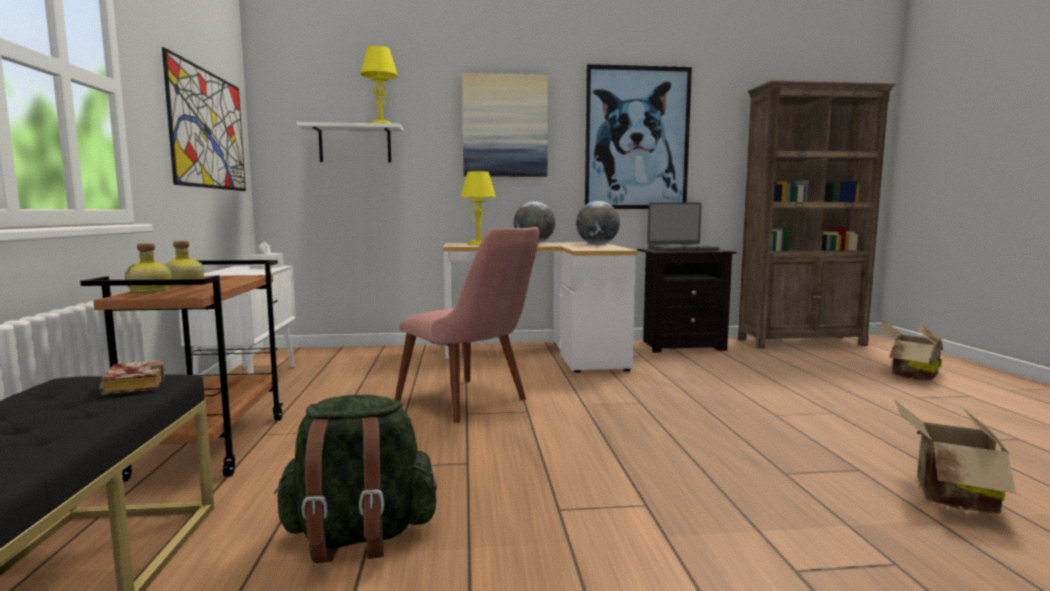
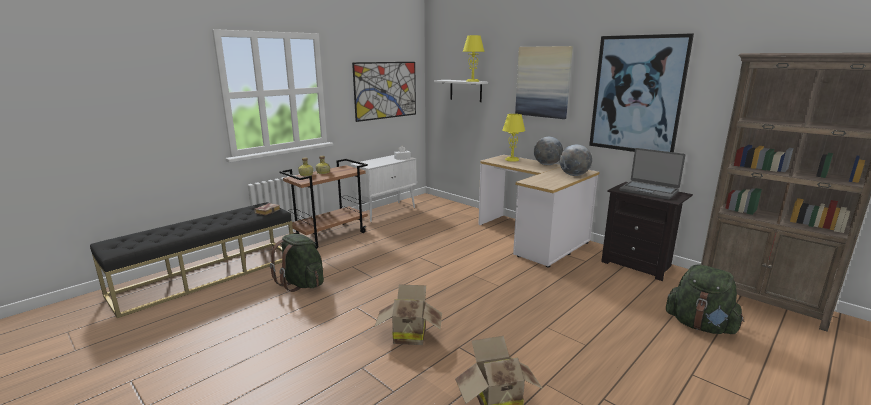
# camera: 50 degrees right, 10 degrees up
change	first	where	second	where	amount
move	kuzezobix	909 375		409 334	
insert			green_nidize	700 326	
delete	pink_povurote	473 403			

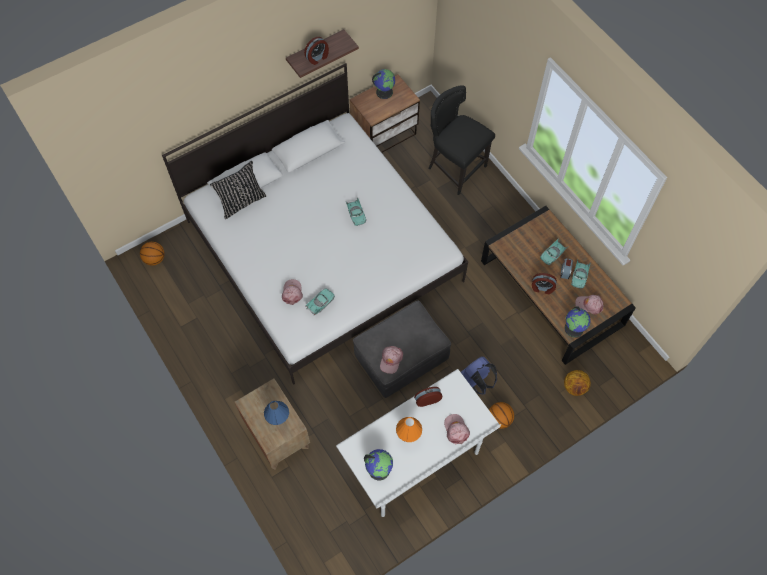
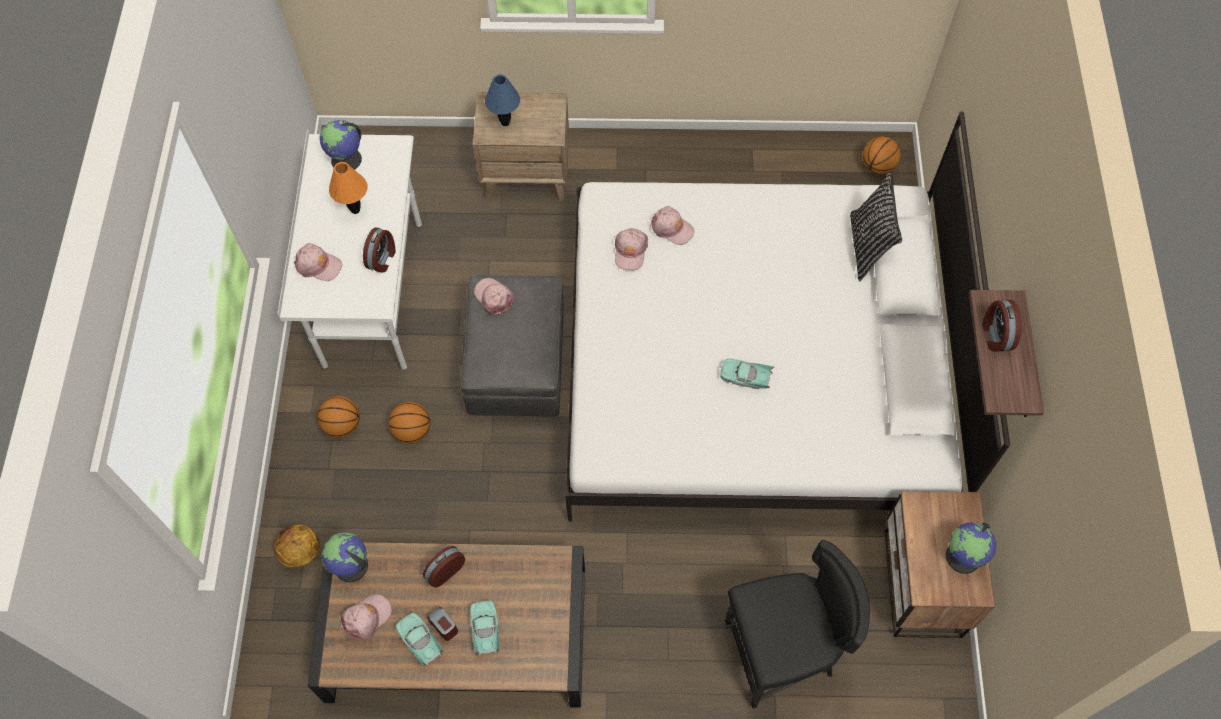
# camera: 125 degrees right, 0 degrees up
change	first	where	second	where	amount
replace	blue_nidize	475 383	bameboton	412 430	
replace	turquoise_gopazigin	320 303	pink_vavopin	630 251	

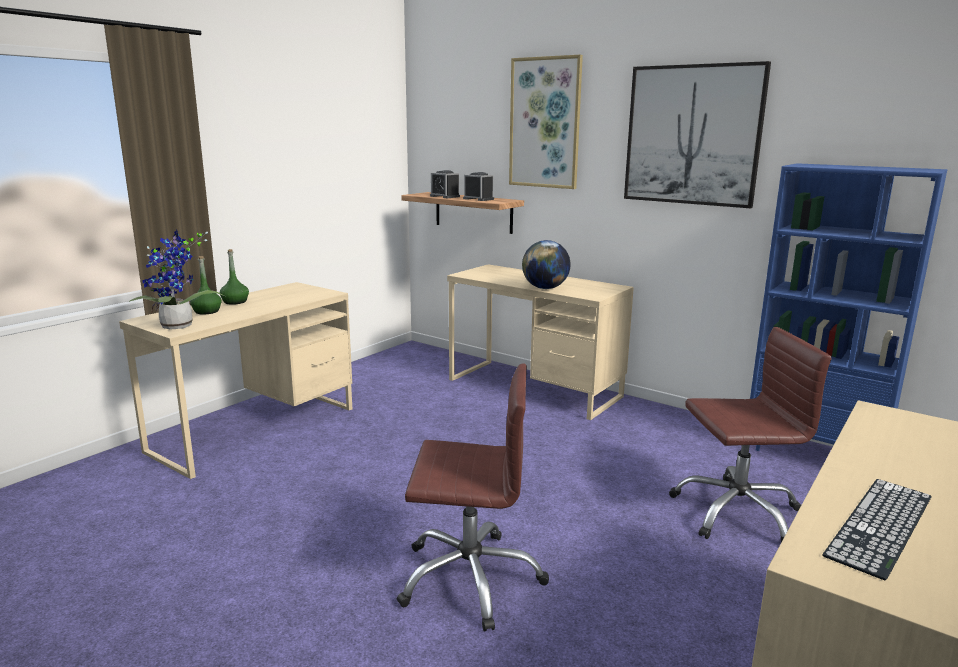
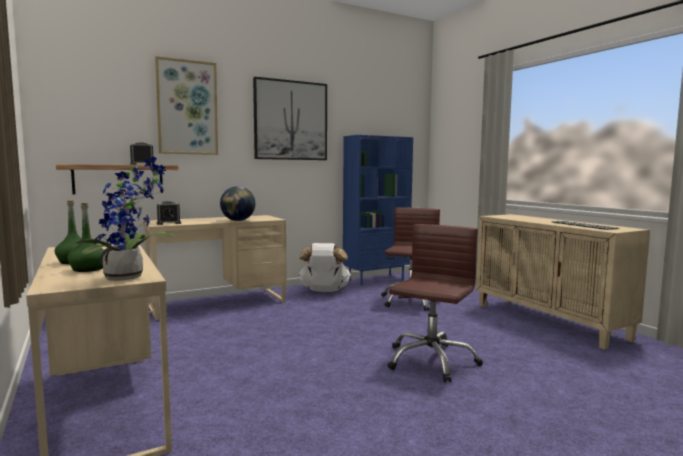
# camera: 65 degrees left, 10 degrees down
change	first	where	second	where	amount
move	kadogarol	445 196		168 223	
insert			white_nidize	324 291	

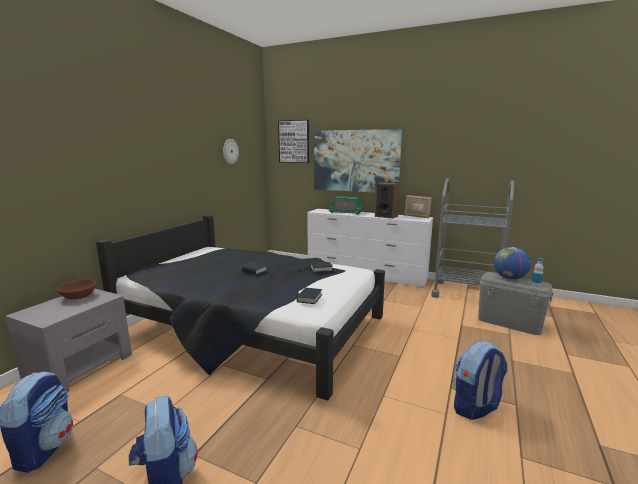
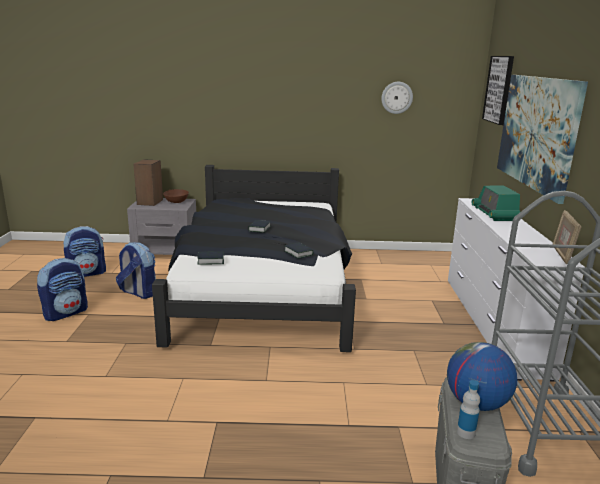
# camera: 65 degrees right, 5 degrees up
change	first	where	second	where	amount
move	nidize	475 407		138 293	
move	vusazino	386 216		150 202	

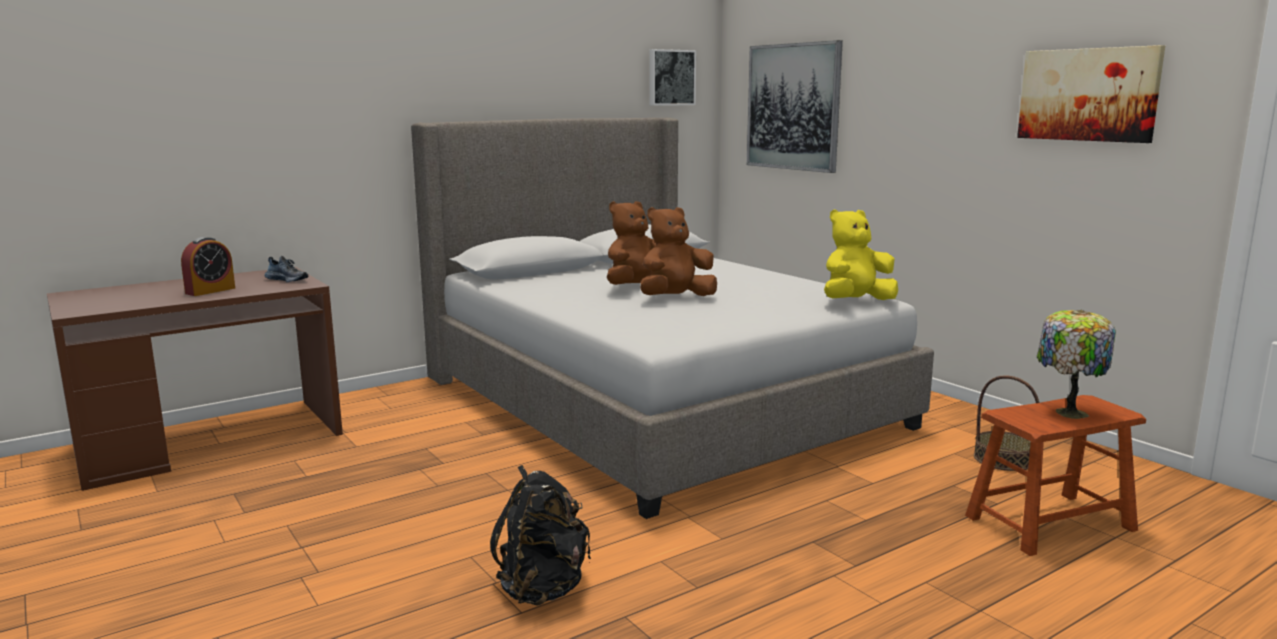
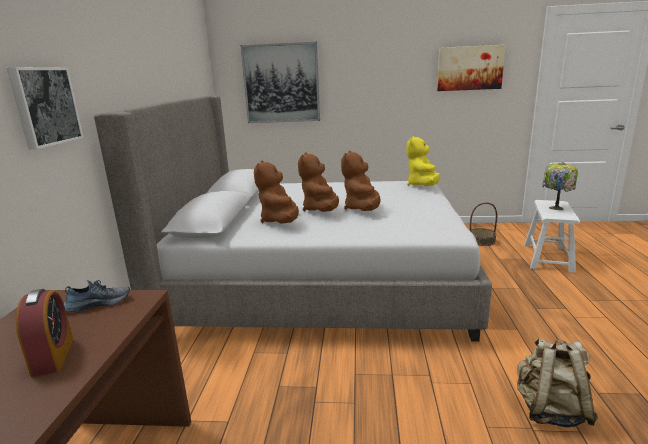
# camera: 50 degrees left, 5 degrees up
change	first	where	second	where	amount
move	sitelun	671 77		45 106	
insert			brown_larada	280 221	
recolor	black_nidize	543 588	beige_nidize	550 410	
recolor	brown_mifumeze	1049 523	white_mifumeze	547 257	

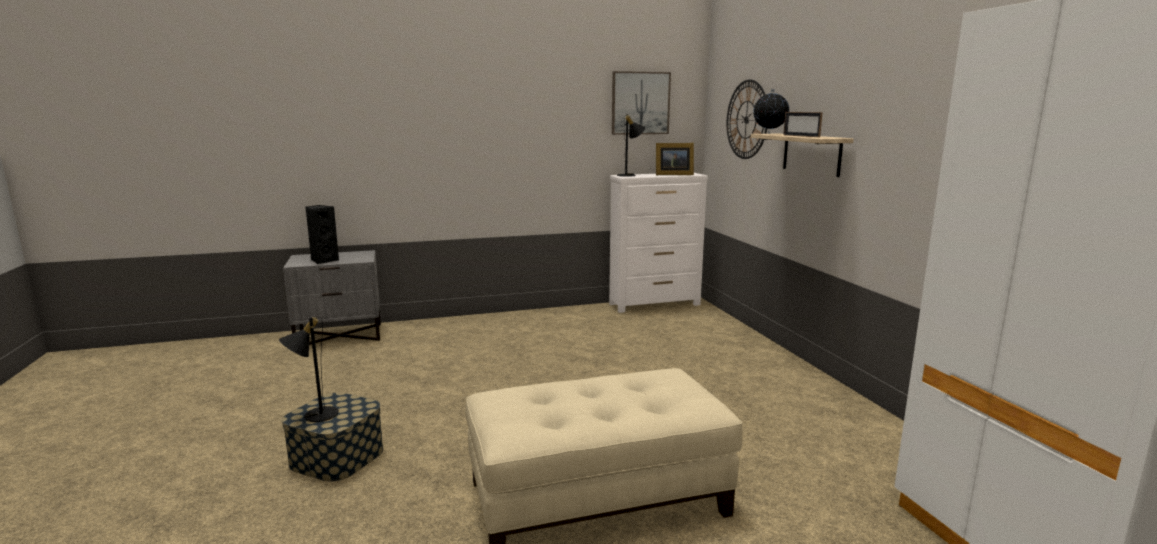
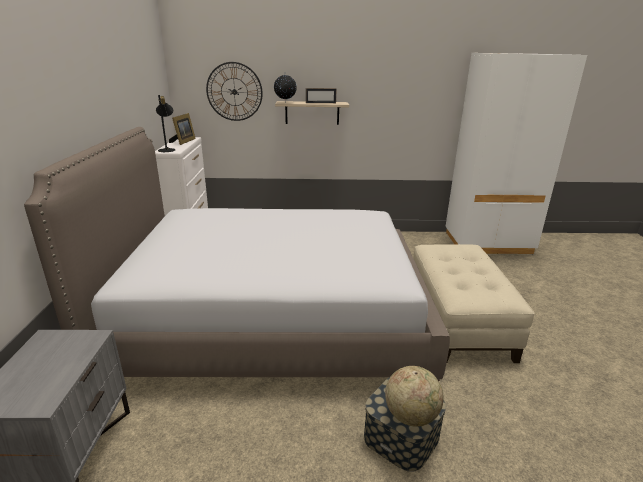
# camera: 75 degrees left, 10 degrees up
change	first	where	second	where	amount
insert			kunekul	271 319	
replace	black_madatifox	314 415	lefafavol	411 415	
delete	black_vusazino	323 260			
delete	sitelun	640 103			

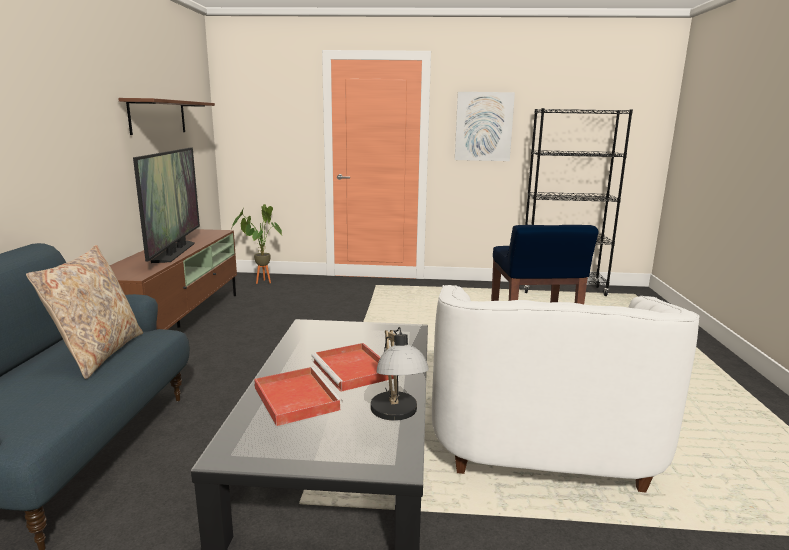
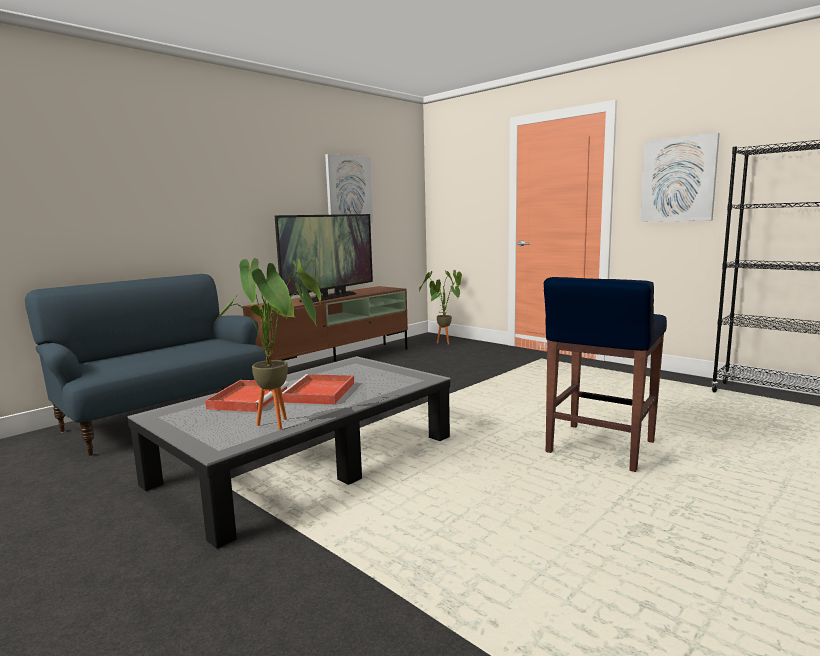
# camera: 40 degrees right, 5 degrees down
change	first	where	second	where	amount
replace	madatifox	397 415	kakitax	282 425	
replace	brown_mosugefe	158 117	sitelun	348 190	
delete	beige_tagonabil	98 353			
delete	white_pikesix	539 436			

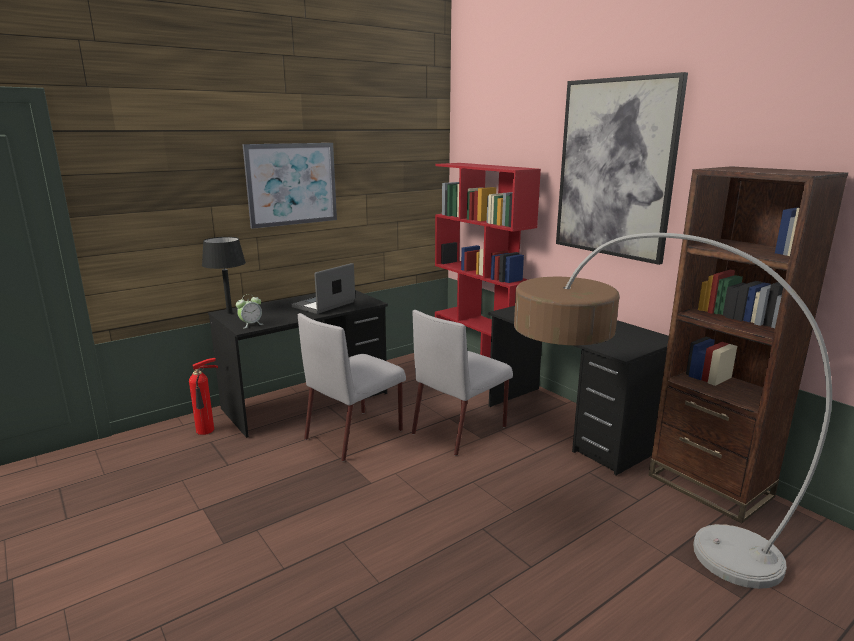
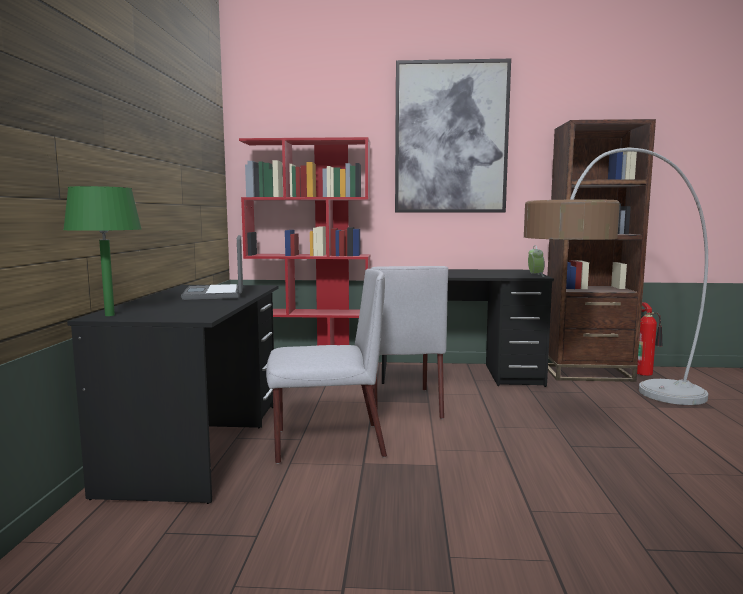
# camera: 50 degrees left, 10 degrees down
change	first	where	second	where	amount
recolor	black_madatifox	229 312	green_madatifox	110 315	
rotate	grey_povurote	355 434		326 443	90 degrees counterclockwise
move	kadogarol	251 324		535 275	
move	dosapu	207 431		645 373	
delete	sitelun	292 184			

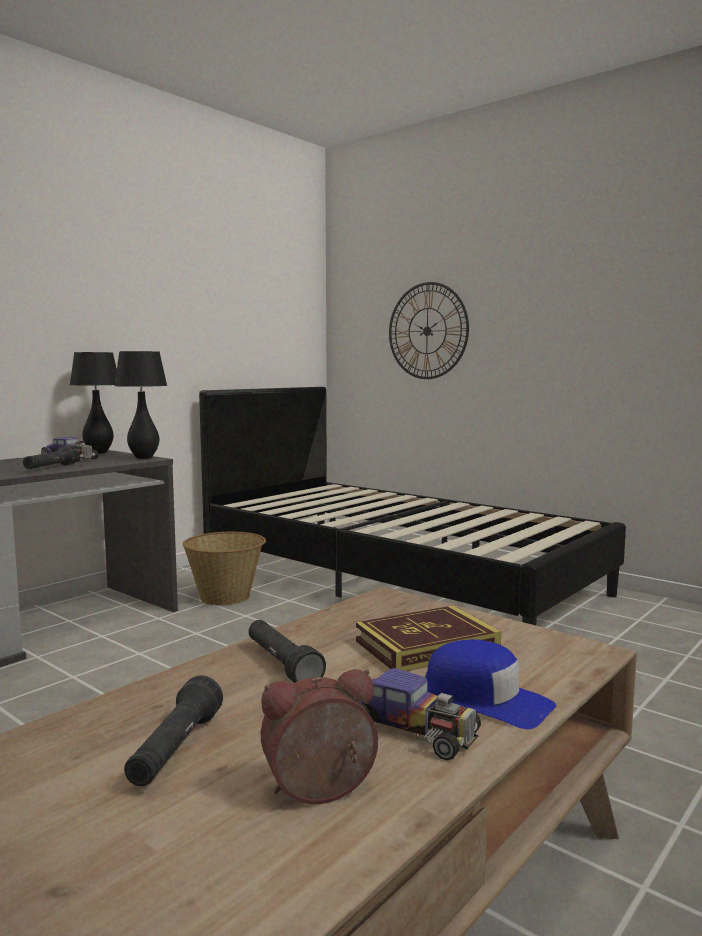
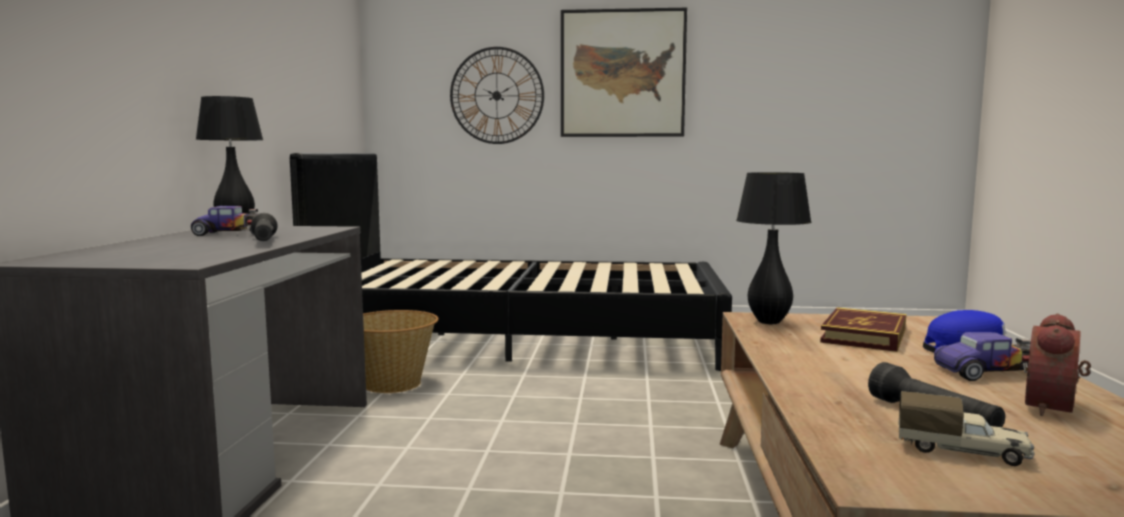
# camera: 35 degrees left, 0 degrees up
change	first	where	second	where	amount
insert			sitelun	622 74	
move	black_madatifox	144 458		768 322	
insert			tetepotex	962 451	
delete	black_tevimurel	282 665			

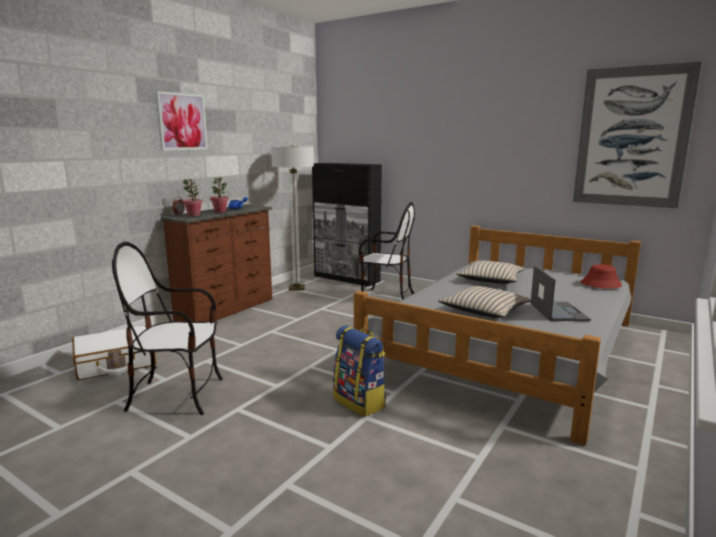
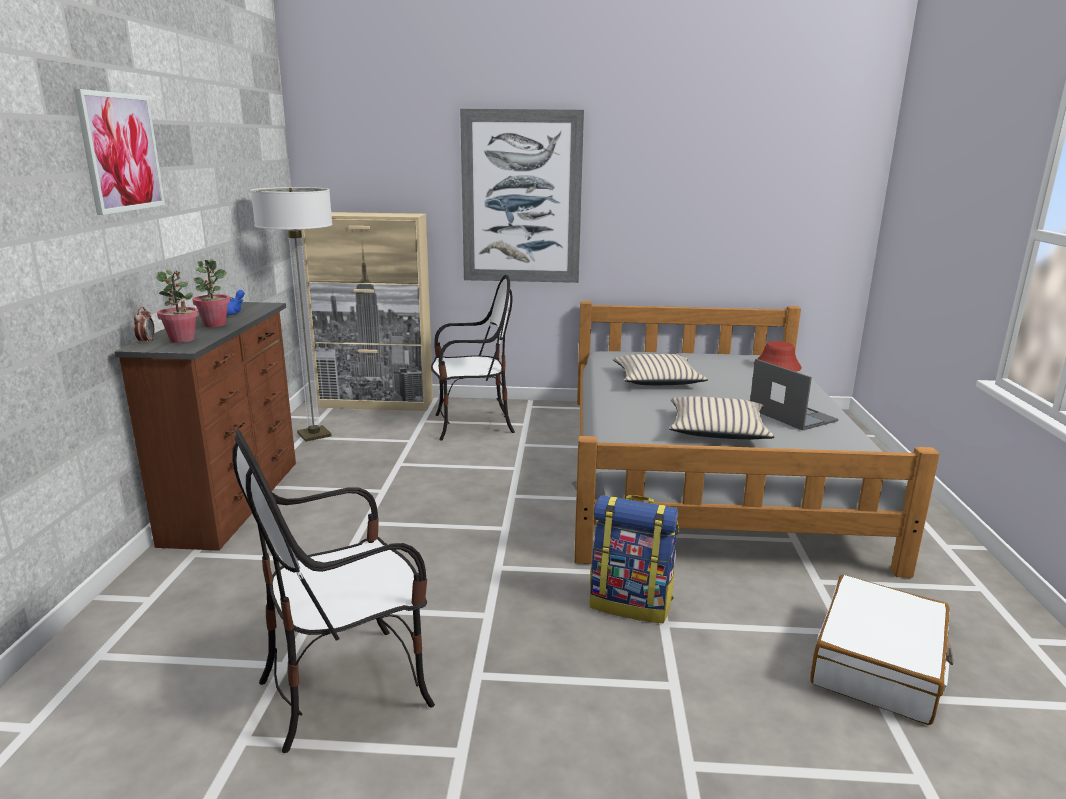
# camera: 30 degrees left, 5 degrees up
change	first	where	second	where	amount
recolor	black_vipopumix	347 278	beige_vipopumix	377 403	
move	sitelun	632 137		521 198	
move	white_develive	115 363		878 664	

